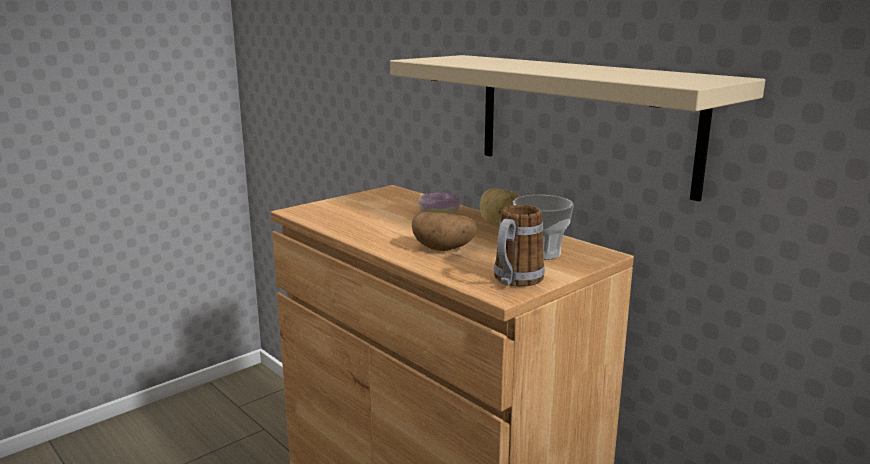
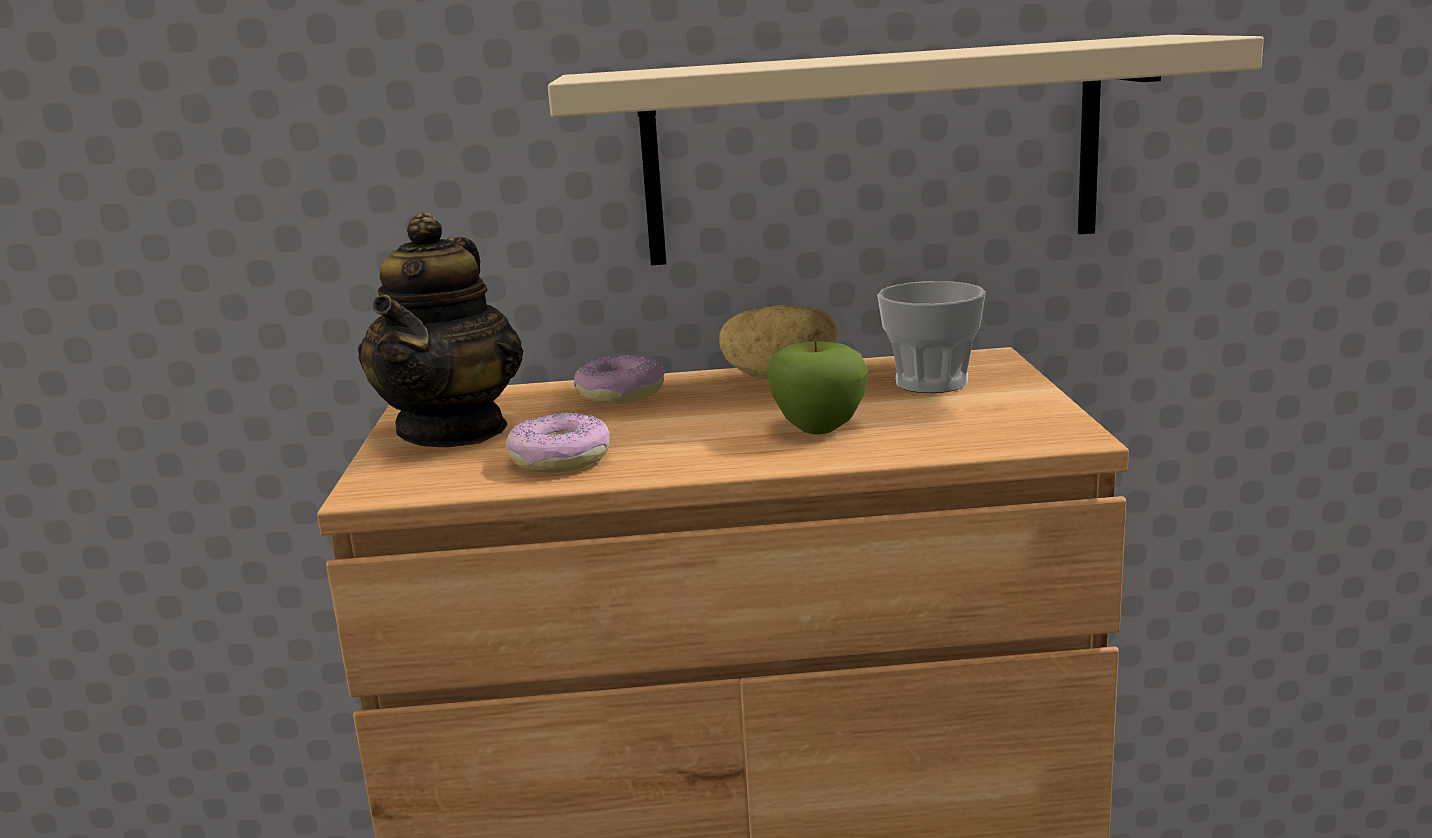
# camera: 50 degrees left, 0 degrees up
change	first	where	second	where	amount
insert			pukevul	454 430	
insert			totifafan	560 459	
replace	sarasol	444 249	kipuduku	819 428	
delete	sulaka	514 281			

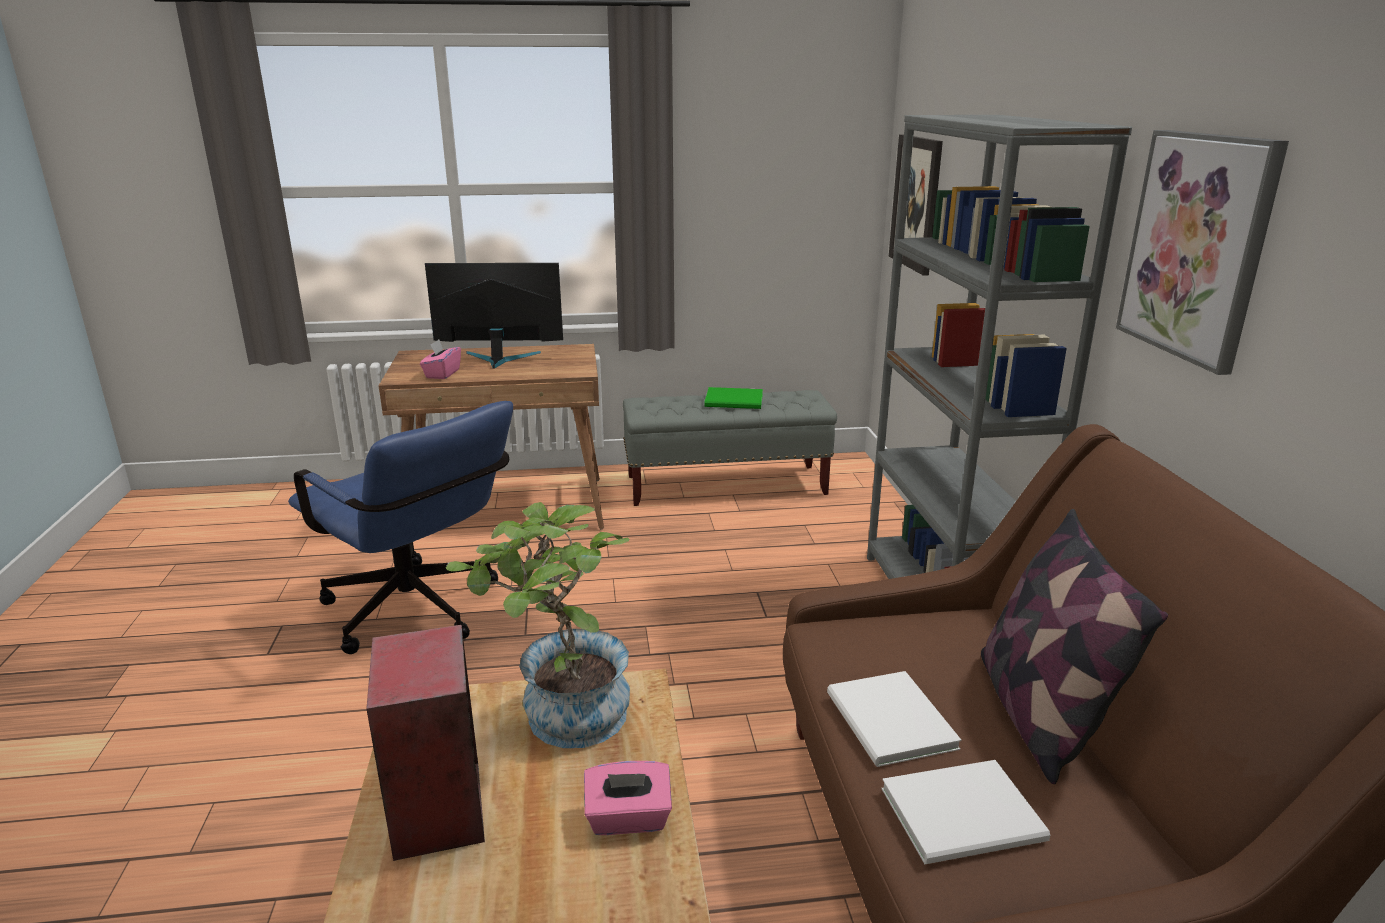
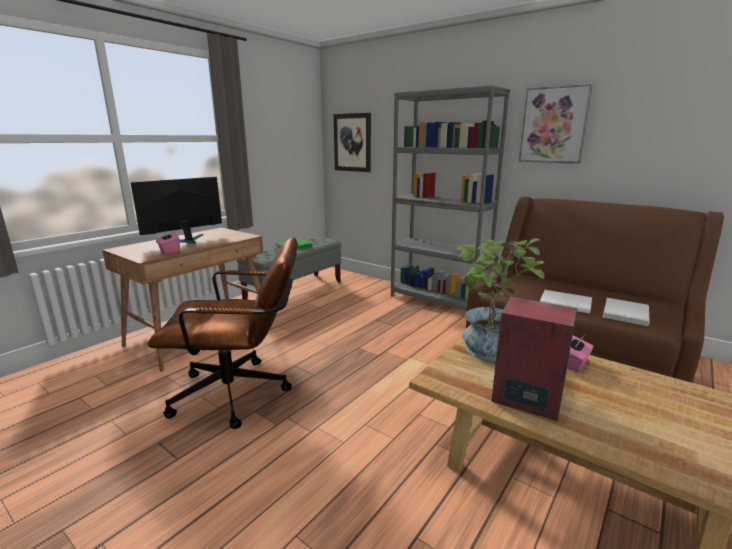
# camera: 45 degrees left, 5 degrees down
change	first	where	second	where	amount
recolor	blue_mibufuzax	419 614	brown_mibufuzax	241 393	
delete	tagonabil	1039 714			

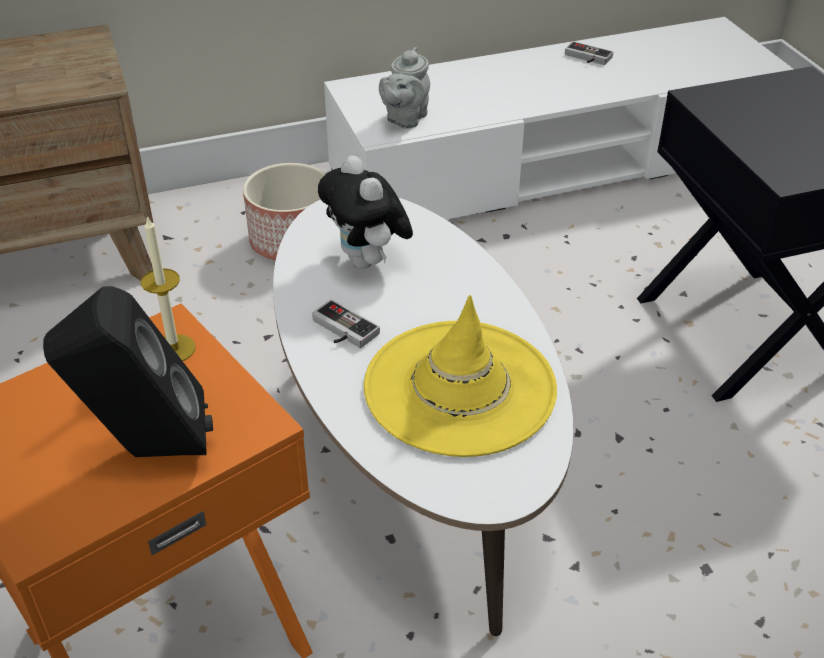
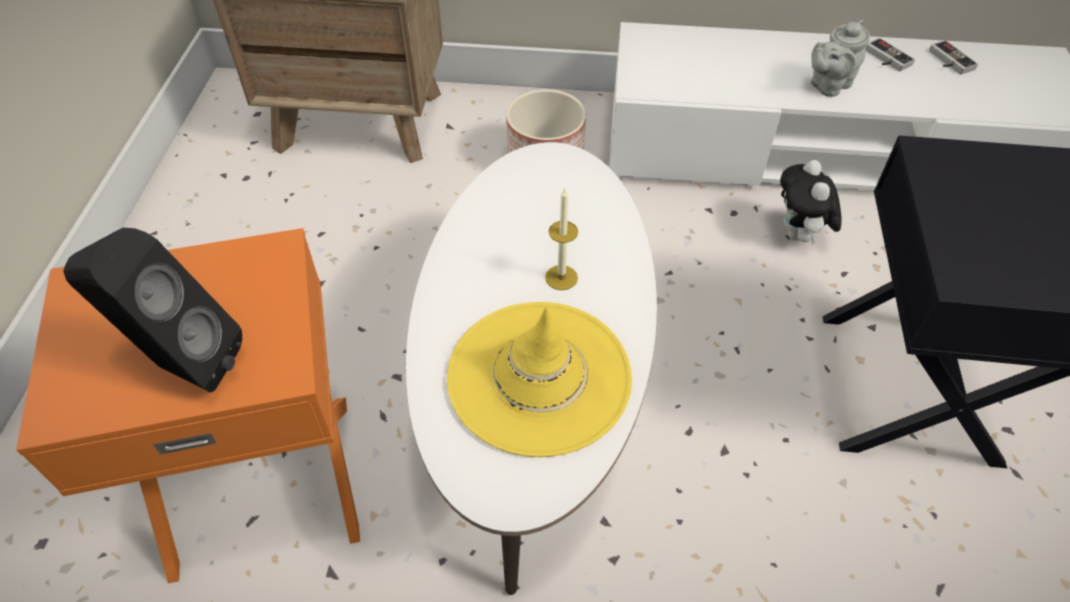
# camera: 25 degrees right, 10 degrees up
change	first	where	second	where	amount
move	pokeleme	173 349		561 277	
move	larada	368 262		799 236	
move	grey_pukevul	405 119		828 85	
move	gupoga	341 331		948 61	

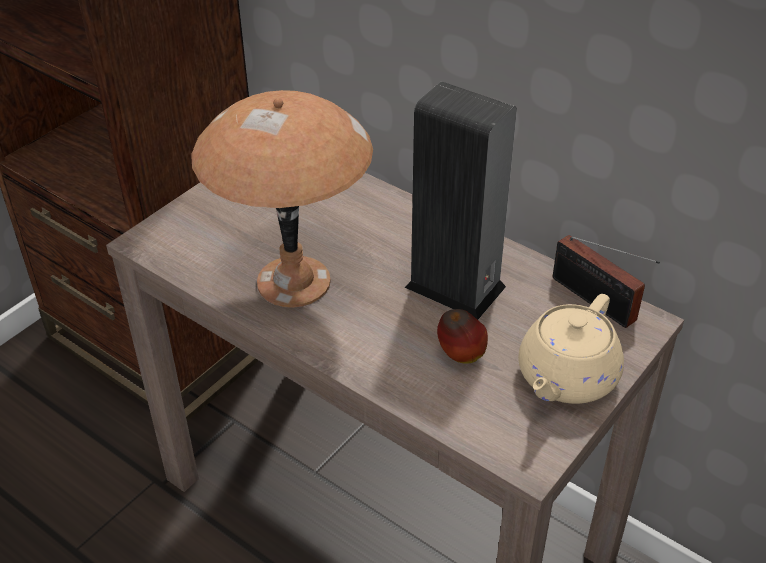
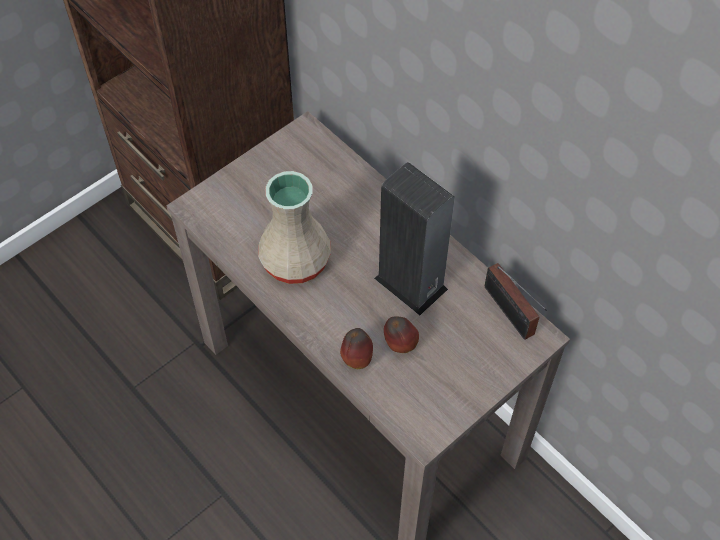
# camera: 10 degrees right, 15 degrees up
change	first	where	second	where	amount
replace	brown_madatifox	292 282	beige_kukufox	294 261	
insert			kipuduku	356 358	
delete	beige_pukevul	566 378			

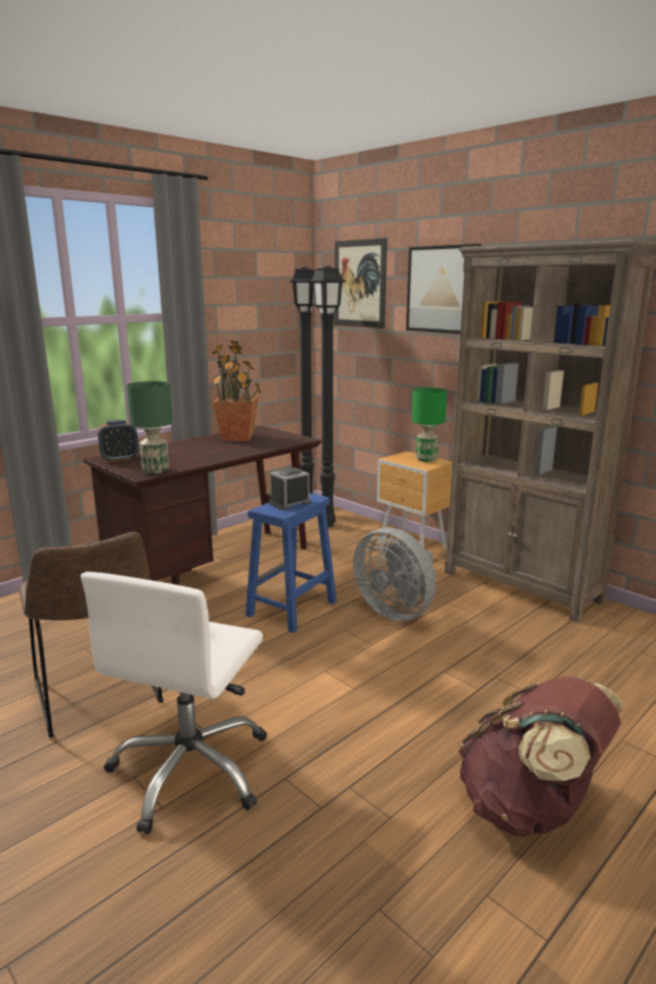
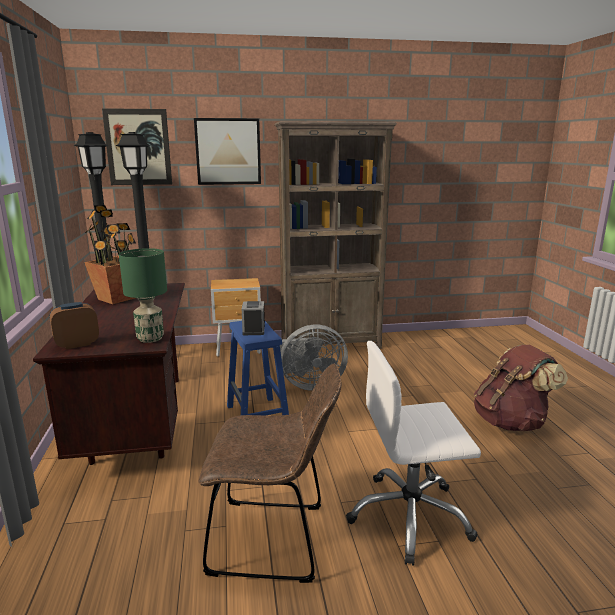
# camera: 55 degrees left, 0 degrees up
change	first	where	second	where	amount
rotate	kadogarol	120 459		77 344	135 degrees counterclockwise
rotate	white_mibufuzax	191 770		409 517	120 degrees clockwise
delete	green_madatifox	426 460			

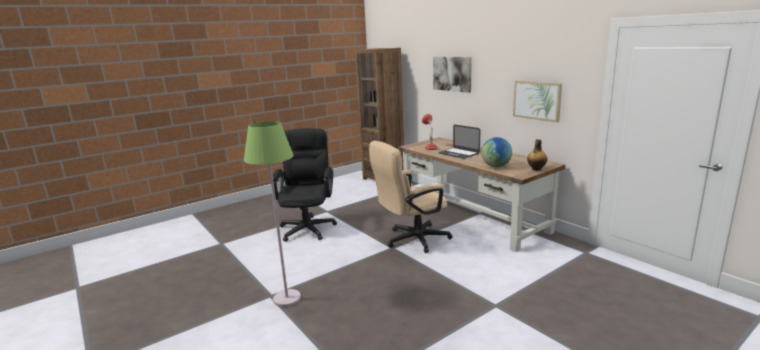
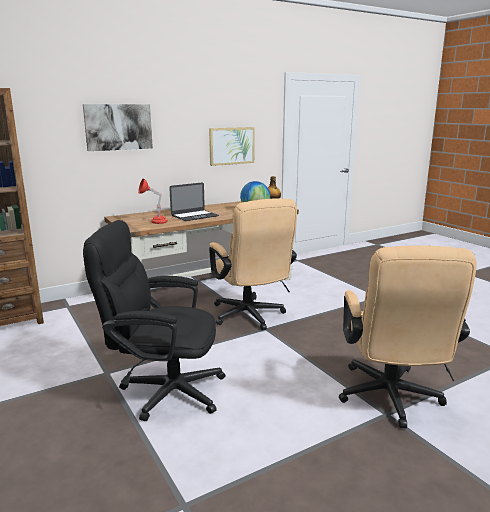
# camera: 85 degrees left, 0 degrees up
change	first	where	second	where	amount
replace	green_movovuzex	287 298	beige_mibufuzax	390 400	

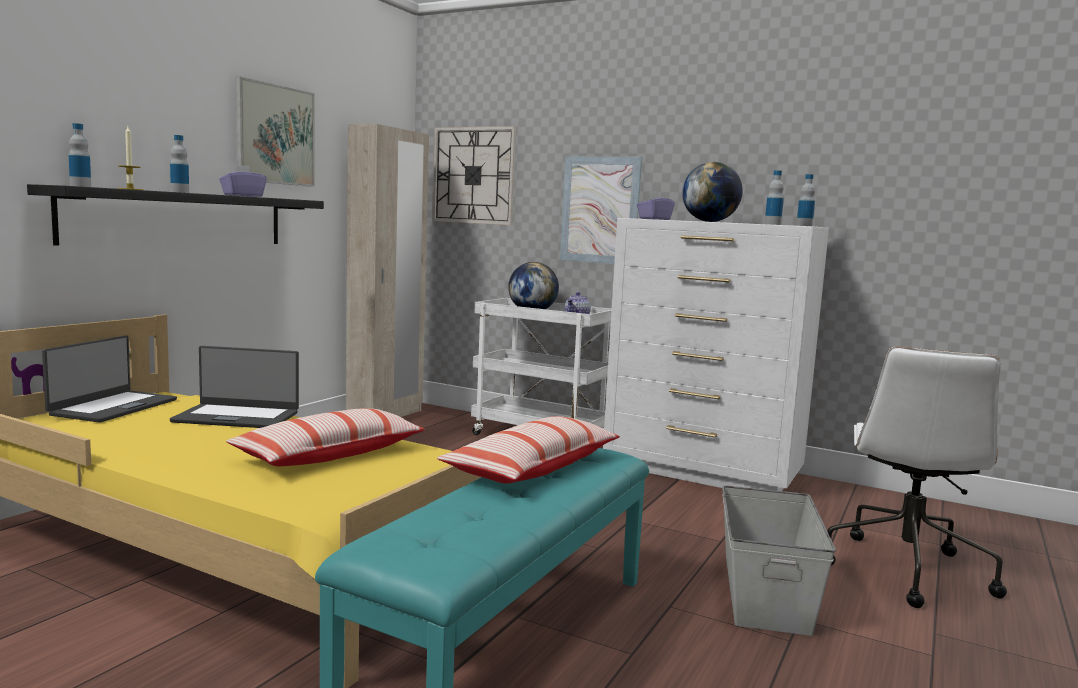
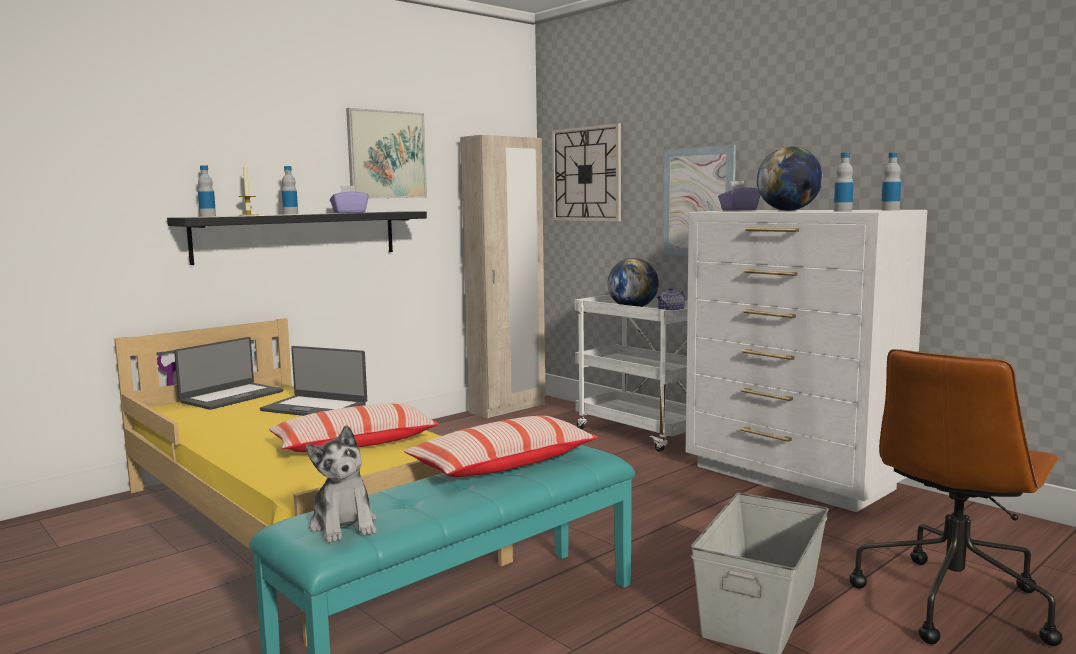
# camera: 20 degrees right, 0 degrees up
change	first	where	second	where	amount
insert			larada	344 525	
recolor	white_mibufuzax	905 570	brown_mibufuzax	952 601	

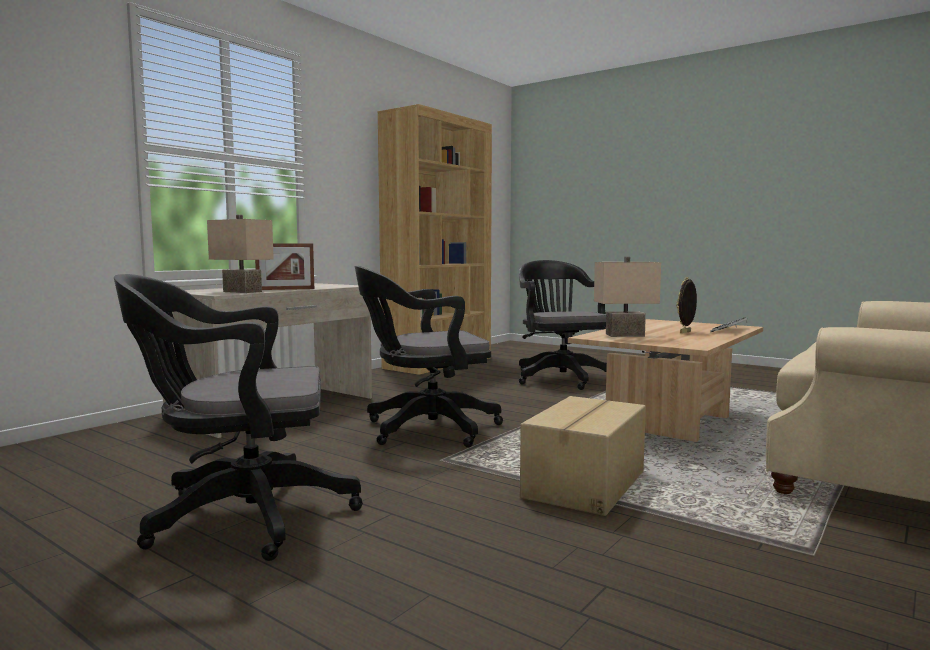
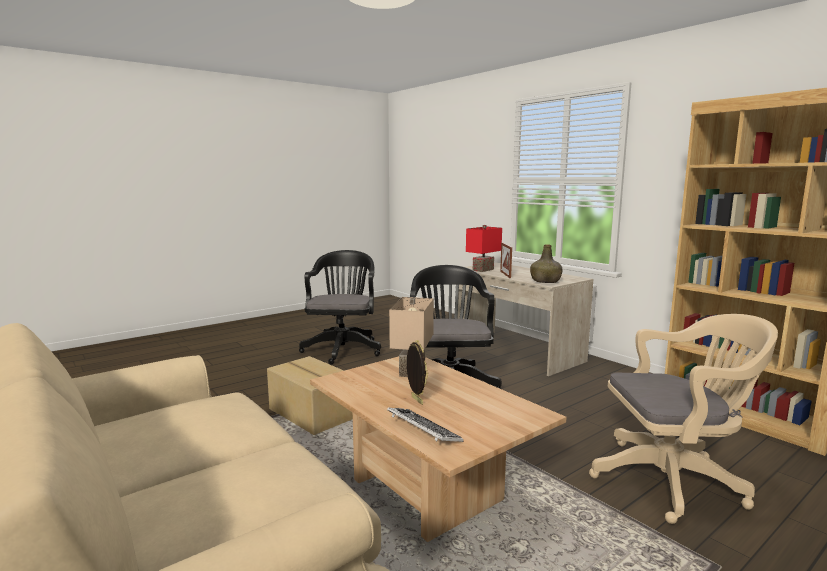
# camera: 105 degrees right, 5 degrees up
change	first	where	second	where	amount
recolor	beige_madatifox	244 291	red_madatifox	483 270	
insert			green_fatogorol	545 281	
recolor	black_mibufuzax	560 378	beige_mibufuzax	673 480	

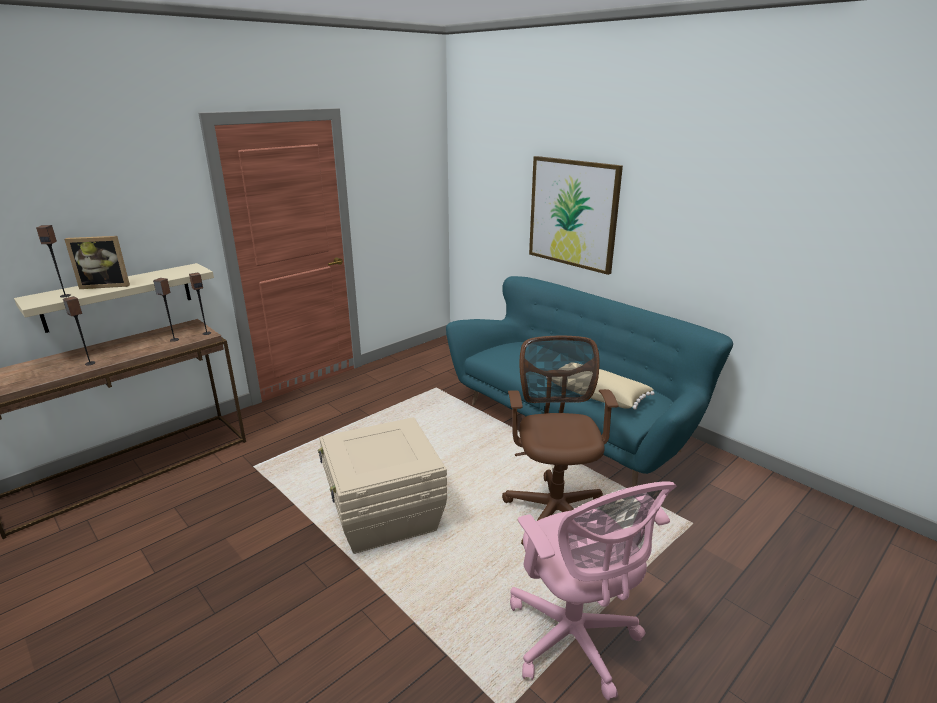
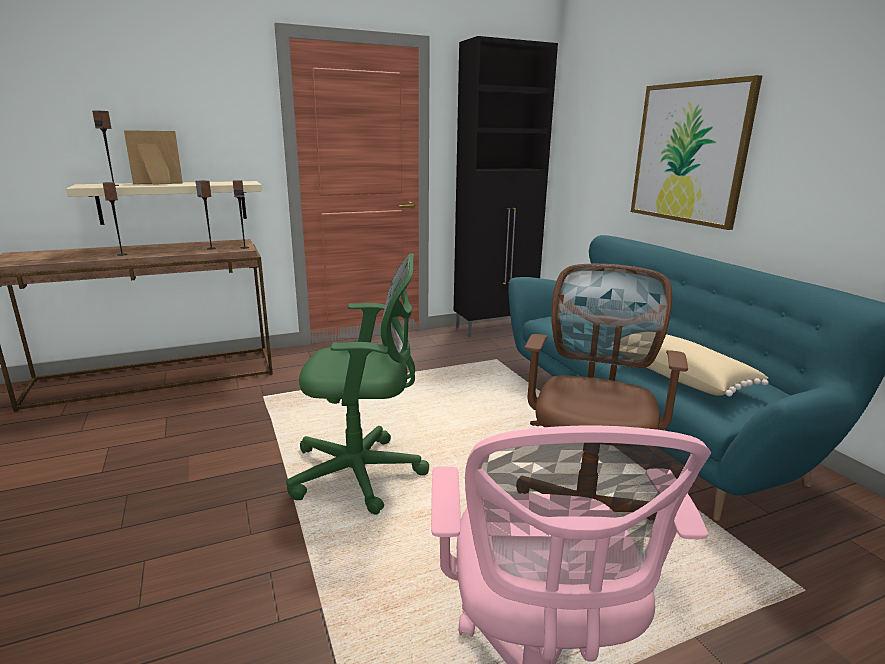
# camera: 20 degrees right, 5 degrees down
change	first	where	second	where	amount
rotate	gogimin	106 285		157 184	150 degrees clockwise
replace	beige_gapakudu	384 516	green_mibufuzax	362 473	
insert			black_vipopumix	495 328	

